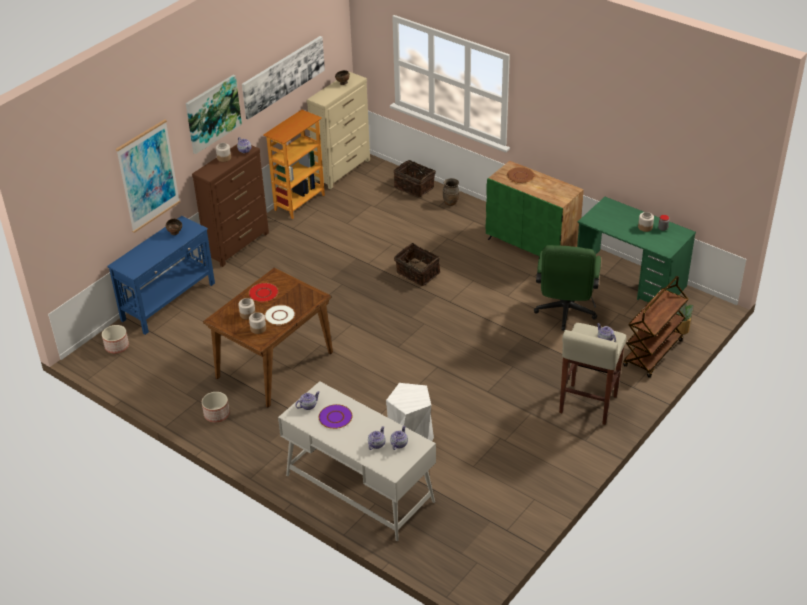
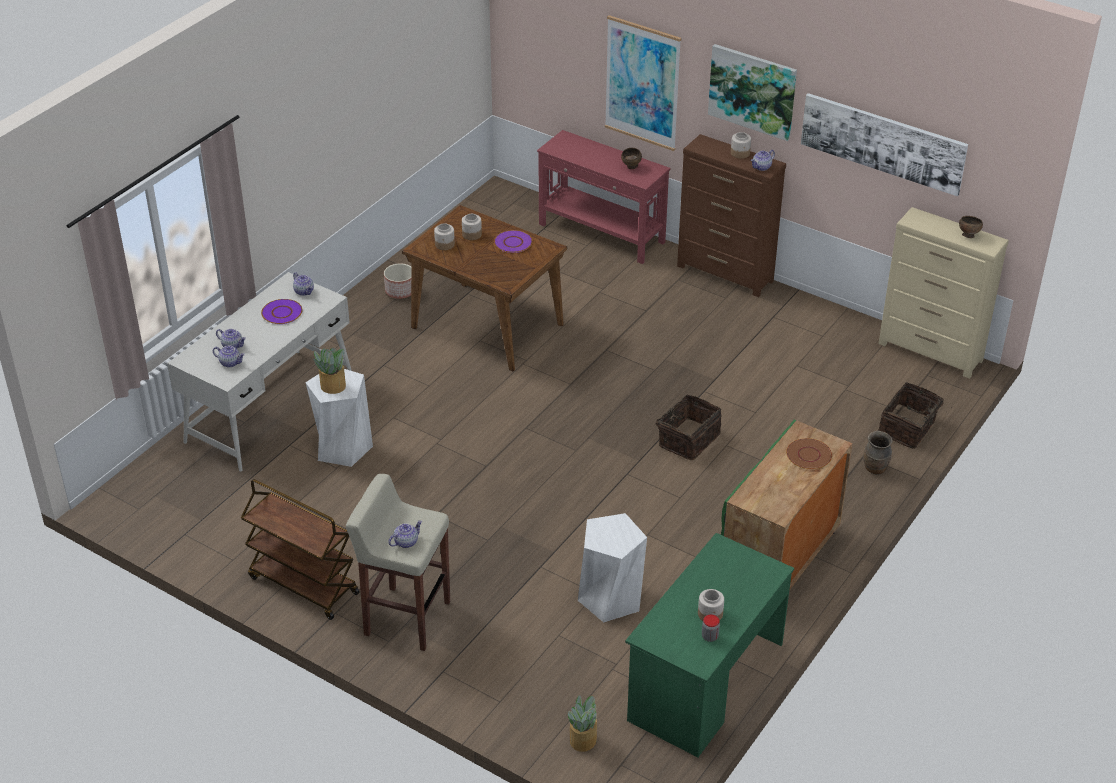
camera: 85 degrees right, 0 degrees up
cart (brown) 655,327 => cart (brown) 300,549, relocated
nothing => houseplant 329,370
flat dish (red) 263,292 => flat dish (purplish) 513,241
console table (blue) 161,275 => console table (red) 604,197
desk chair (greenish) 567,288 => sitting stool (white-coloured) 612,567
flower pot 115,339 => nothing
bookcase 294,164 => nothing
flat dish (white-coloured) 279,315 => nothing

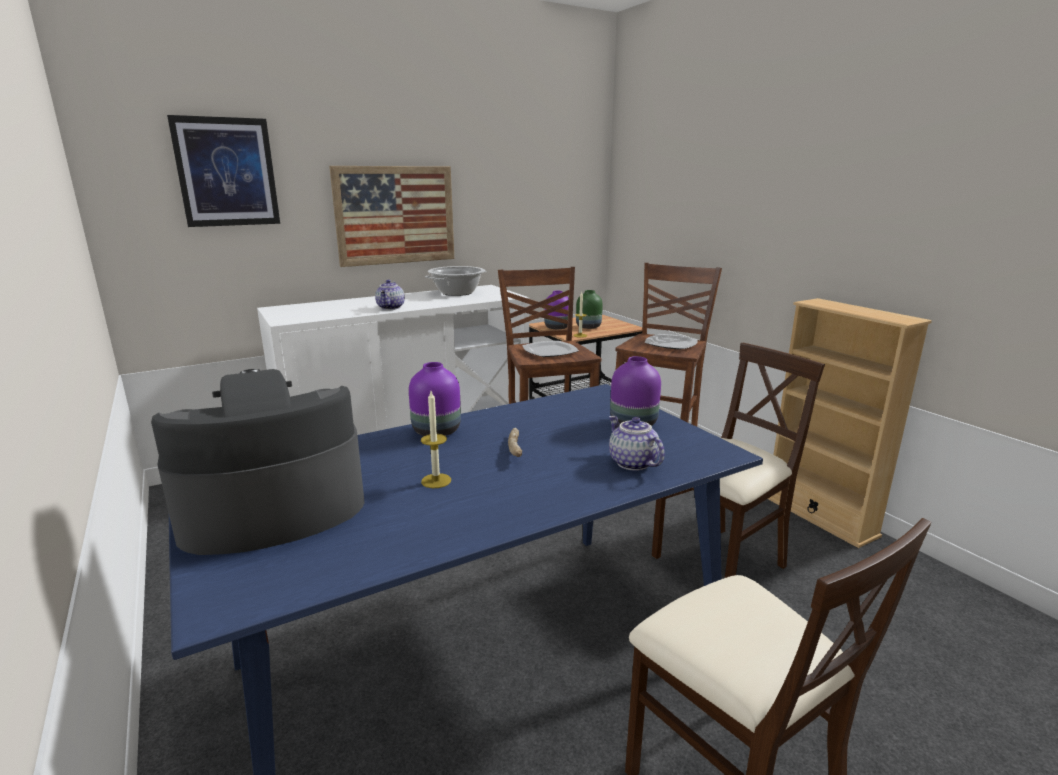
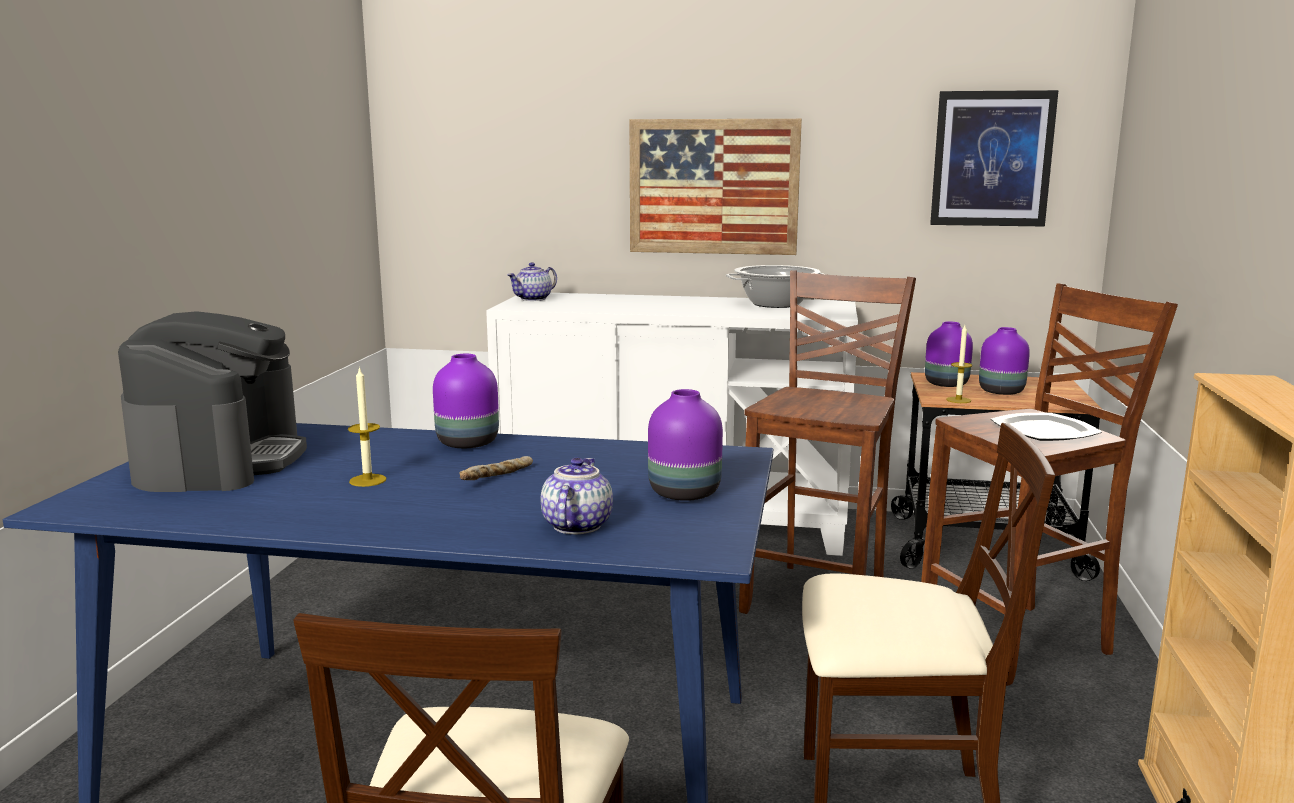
camera: 40 degrees right, 5 degrees down
coffee brewer 258,462 => coffee brewer 212,401, 75 degrees clockwise
pot for tea 390,295 => pot for tea 532,281, relocated
picture 223,171 => picture 994,158, relocated
flower vase (greenish) 589,309 => flower vase (purplish) 1004,361
flat dish 550,349 => nothing

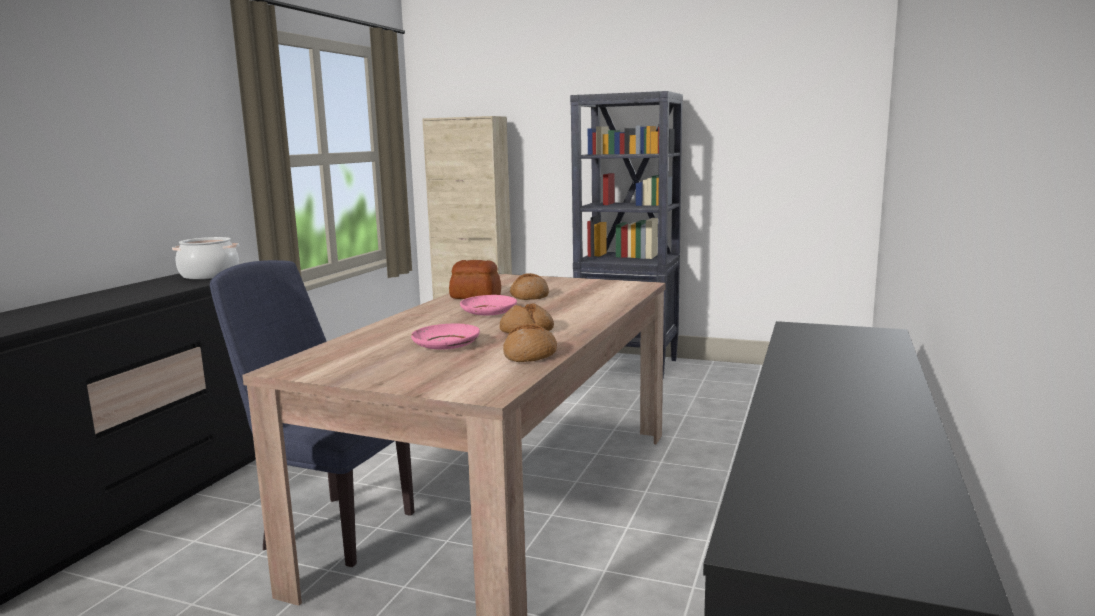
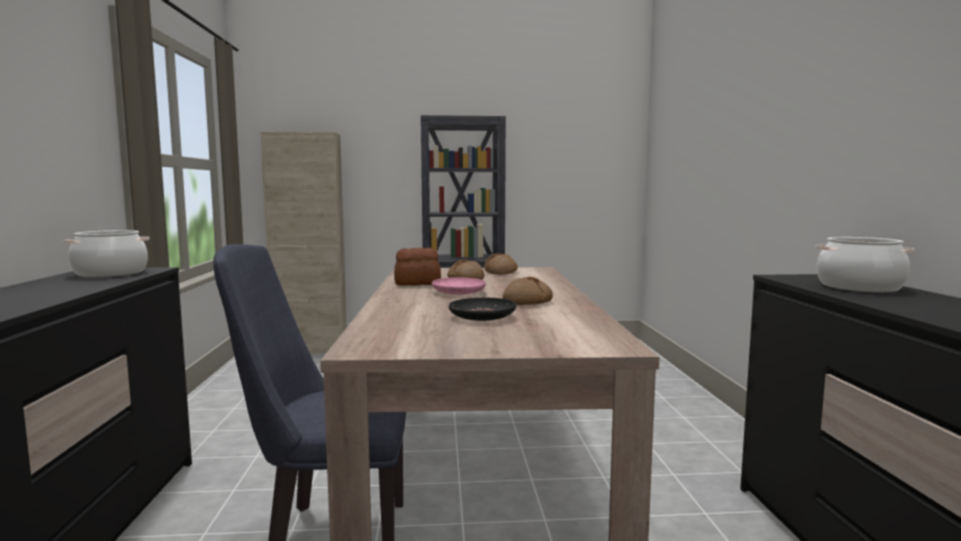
camera: 25 degrees left, 5 degrees down
flat dish (pink) 445,337 => flat dish (black) 482,309
baked bread 530,343 => baked bread 501,264, relocated
nothing => saucepot 864,264

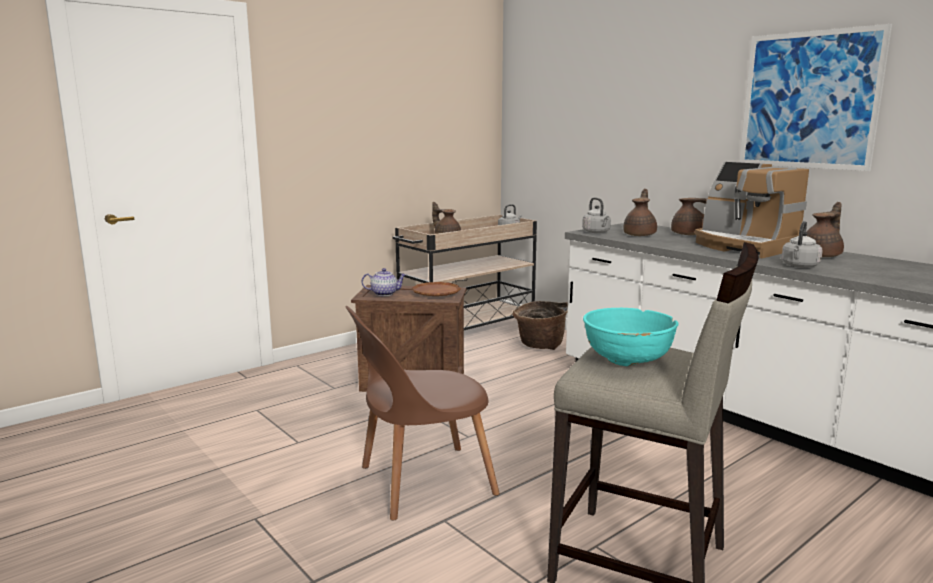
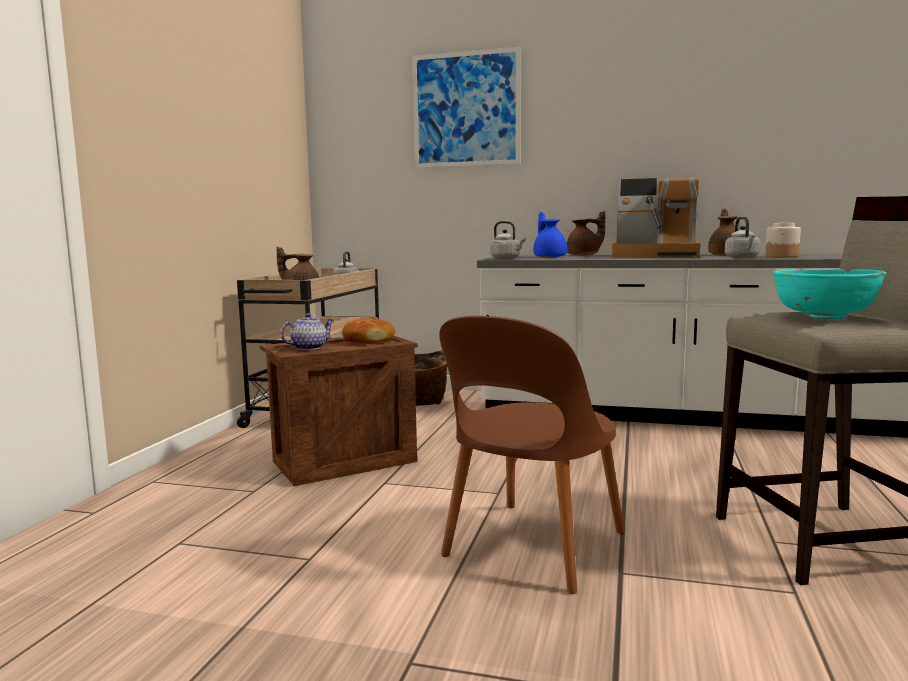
camera: 35 degrees left, 5 degrees down
flat dish (brown) 436,289 => baked bread 368,330
picture 816,97 => picture 466,107, relocated
pot for tea (brown) 640,212 => pot for tea (blue) 550,235
nothing => storage jar 783,240

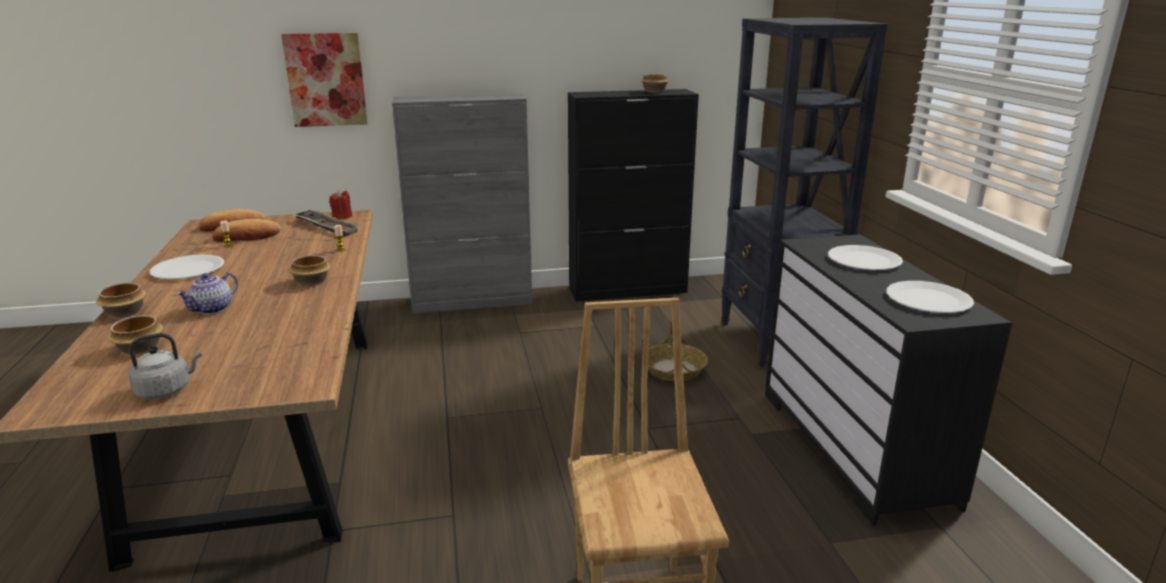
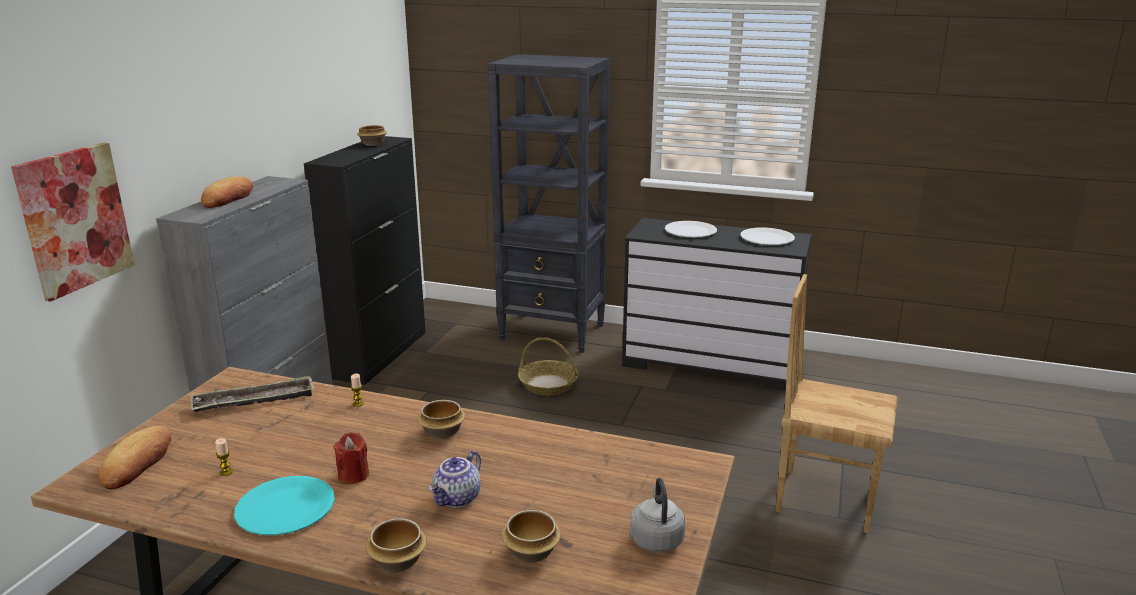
camera: 60 degrees left, 0 degrees up
baked bread 246,230 => baked bread 227,192, relocated
flat dish (white-coloured) 187,267 => flat dish (blue-green) 284,505
wax light (red) 340,205 => wax light (red) 351,458, relocated
pot for tea 207,293 => pot for tea 455,479, 60 degrees clockwise

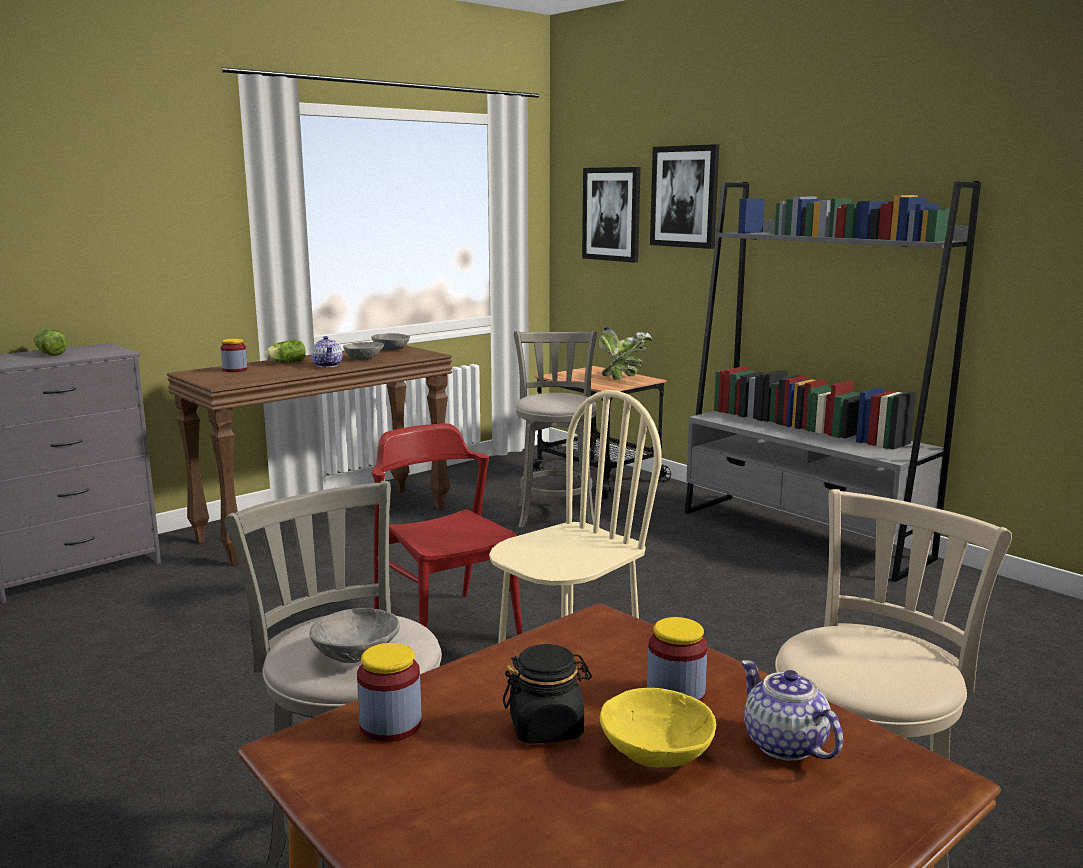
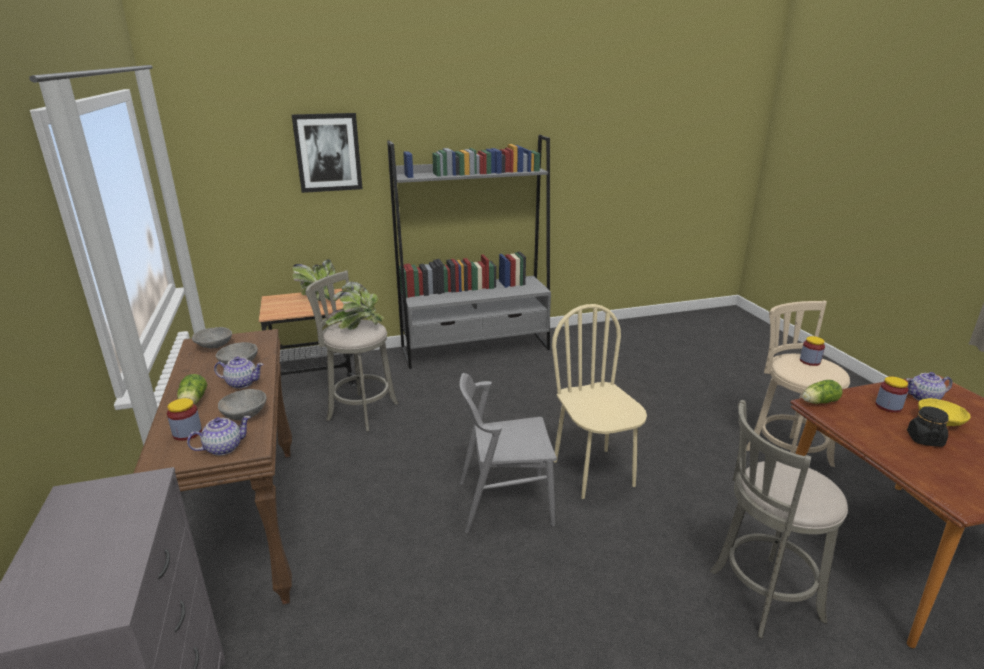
camera: 65 degrees left, 10 degrees up
nothing => pot for tea 219,436
serving bowl (greyish) 355,635 => serving bowl (greyish) 242,404, relocated
nothing => houseplant 354,305
chair (red) 446,529 => chair (greyish) 508,453
storage jar 389,692 => storage jar 812,351, relocated
head of lettuce 51,342 => head of lettuce 822,392, relocated
picture 611,215 => nothing

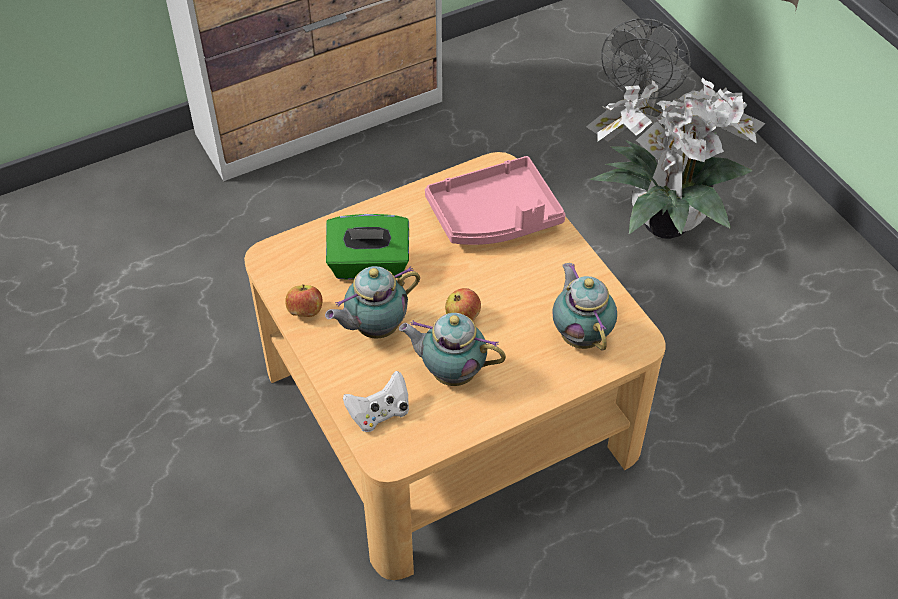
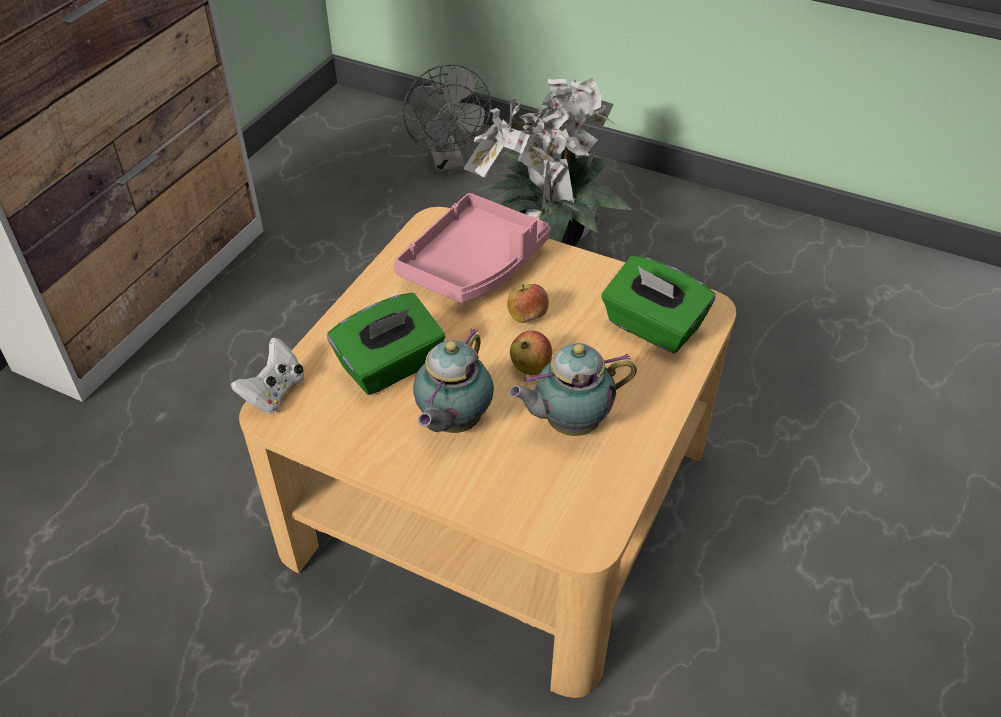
camera: 35 degrees left, 5 degrees down
game controller (white-coloured) 376,401 => game controller (white-coloured) 267,375, relocated
apple 304,300 => apple 528,303, relocated
pot for tea 584,307 => tissue box (greenish) 658,304

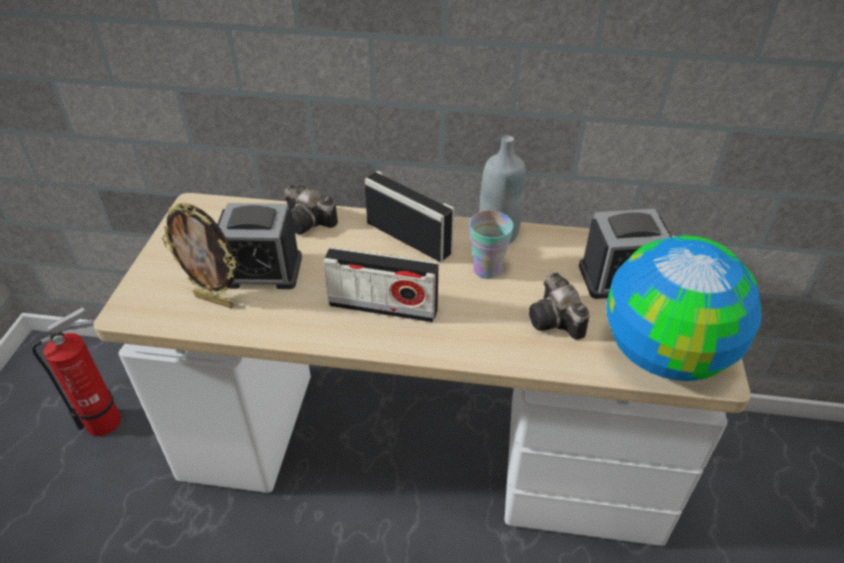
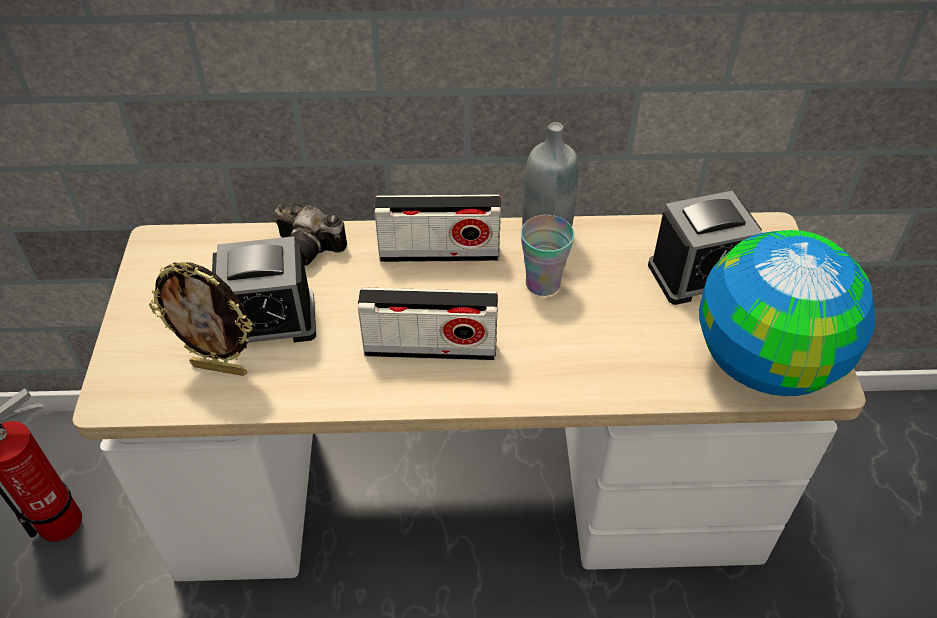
camera: 10 degrees left, 5 degrees up
radio 409,216 => radio 437,228, 150 degrees clockwise
still camera 559,306 => nothing

